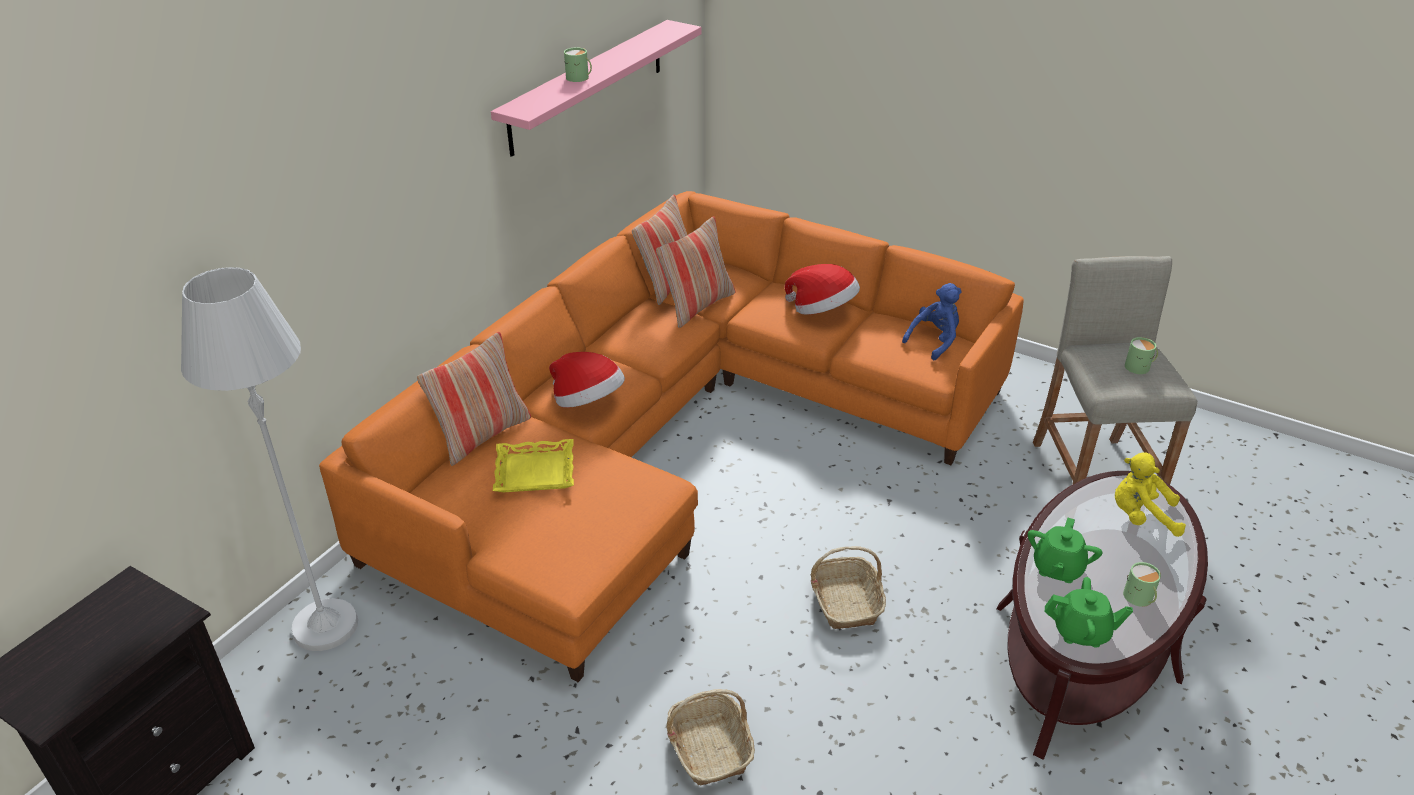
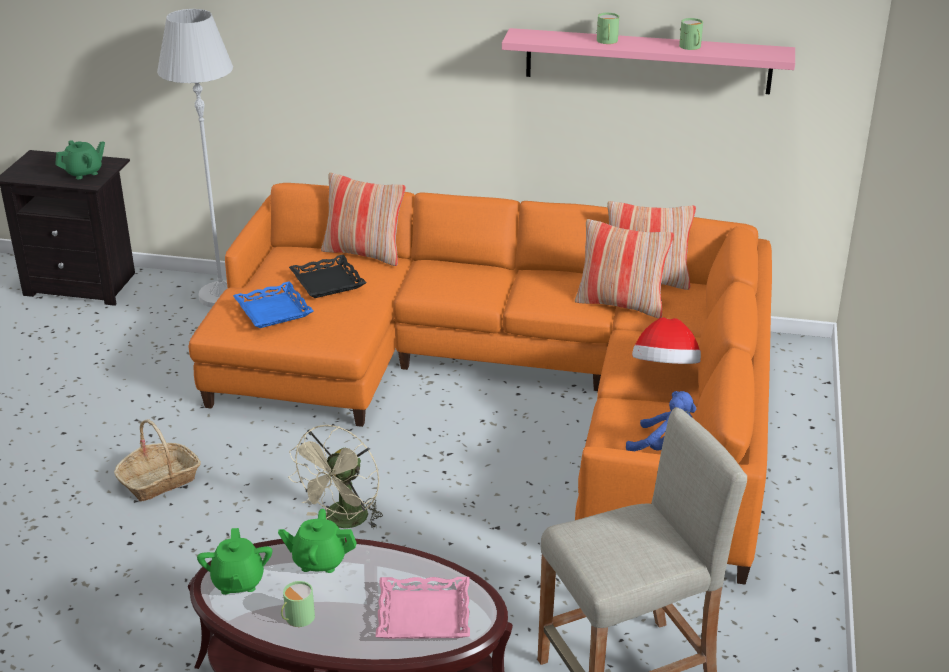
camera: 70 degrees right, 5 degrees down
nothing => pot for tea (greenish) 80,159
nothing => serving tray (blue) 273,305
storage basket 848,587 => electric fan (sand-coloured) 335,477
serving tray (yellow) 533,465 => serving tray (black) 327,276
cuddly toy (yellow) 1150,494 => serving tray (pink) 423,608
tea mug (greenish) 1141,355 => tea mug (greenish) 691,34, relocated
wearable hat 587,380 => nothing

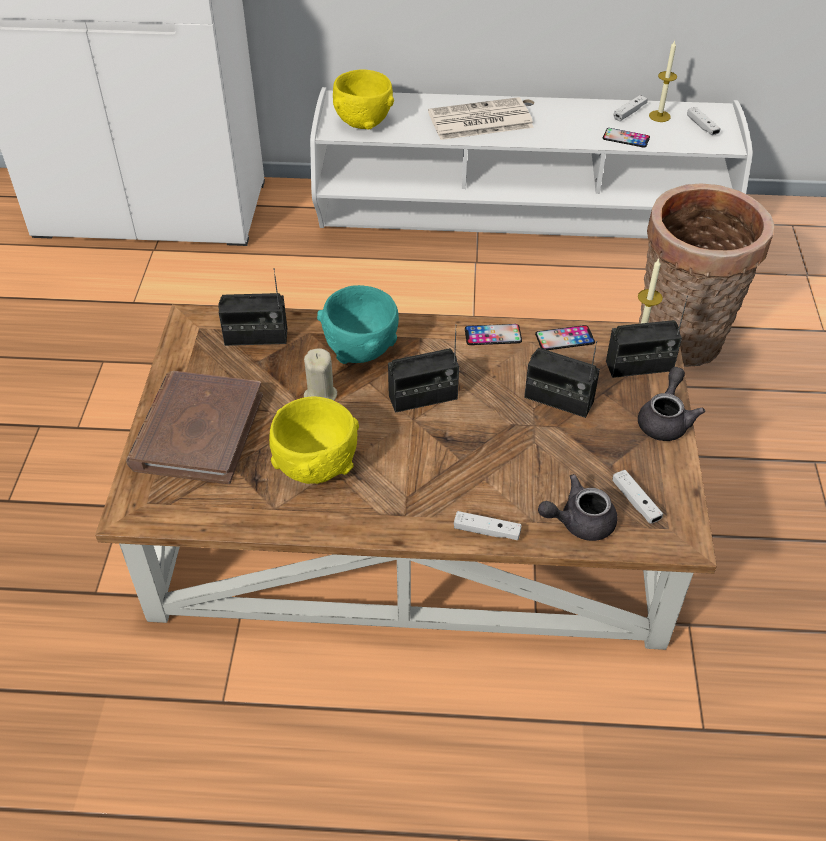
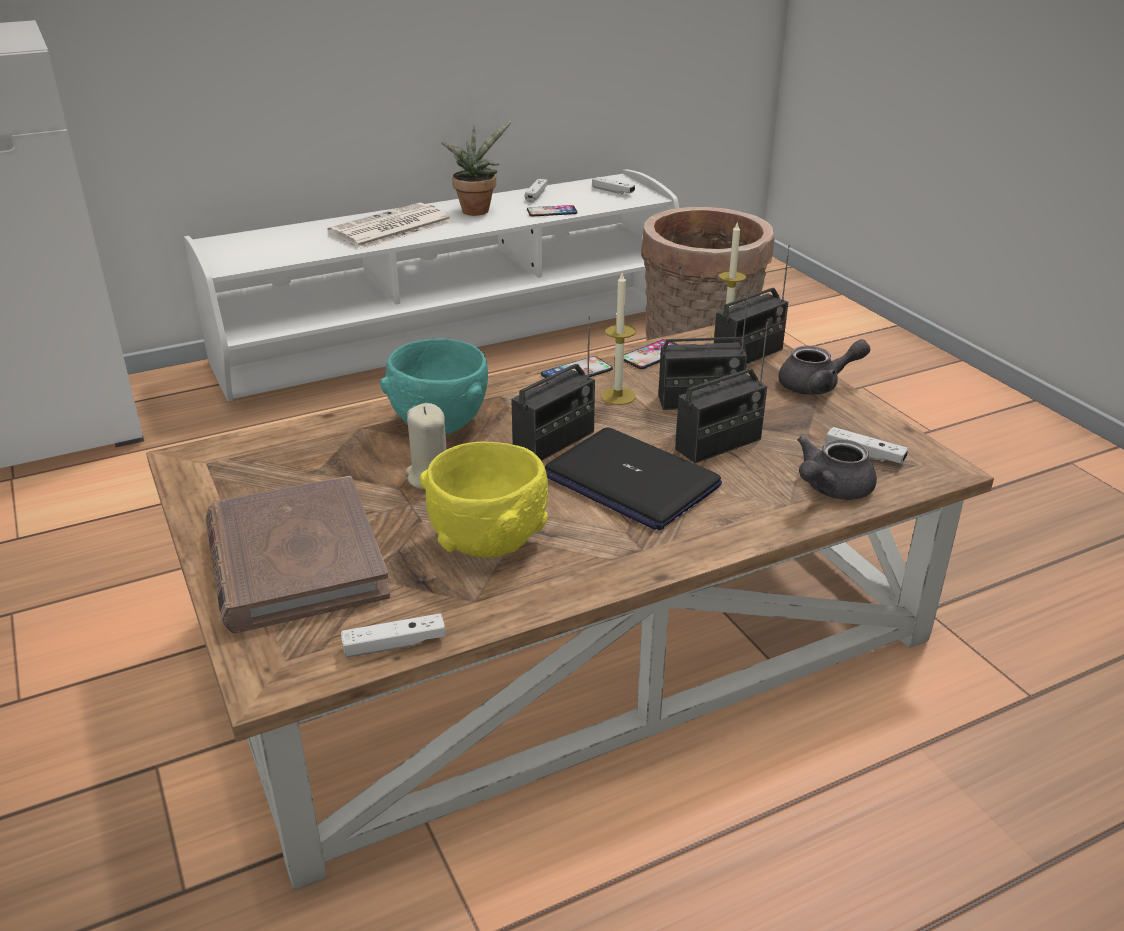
camera: 30 degrees left, 15 degrees down
game controller (white-coloured) 488,525 => game controller (white-coloured) 393,635, relocated
nothing => houseplant 476,168
nothing => portable computer 633,478
wax light 663,81 => wax light 618,339, relocated
radio 252,307 => radio 721,392, relocated
pot for tea (greyish) 671,404 => pot for tea (greyish) 824,367, 90 degrees clockwise
serving bowl (yellow) 363,99 => nothing

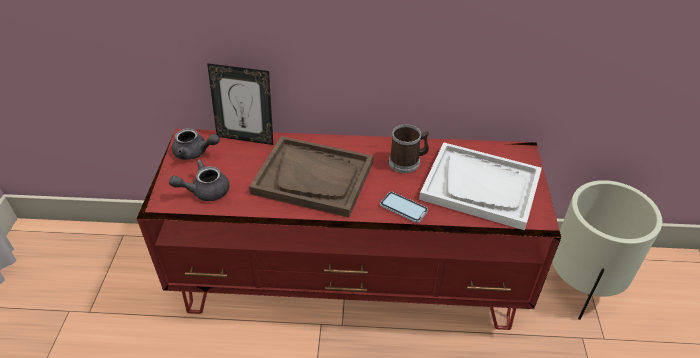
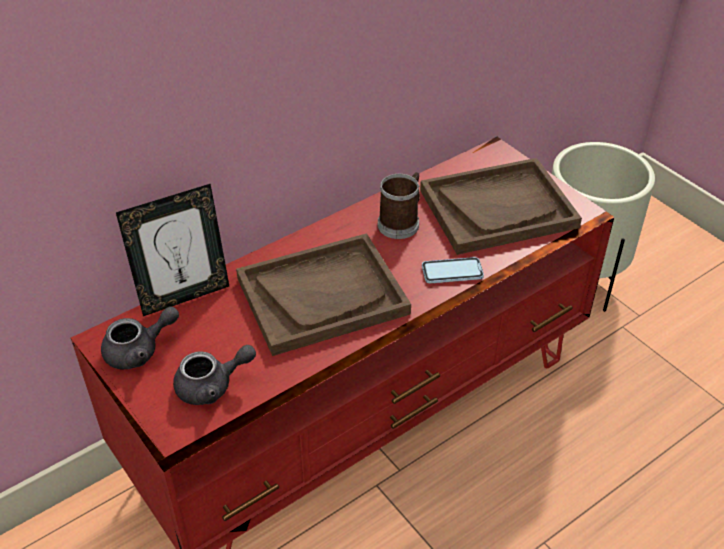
camera: 40 degrees left, 0 degrees up
pot for tea (greyish) 199,180 => pot for tea (greyish) 214,375, 135 degrees counterclockwise
serving tray (white-coloured) 480,186 => serving tray (brown) 501,206

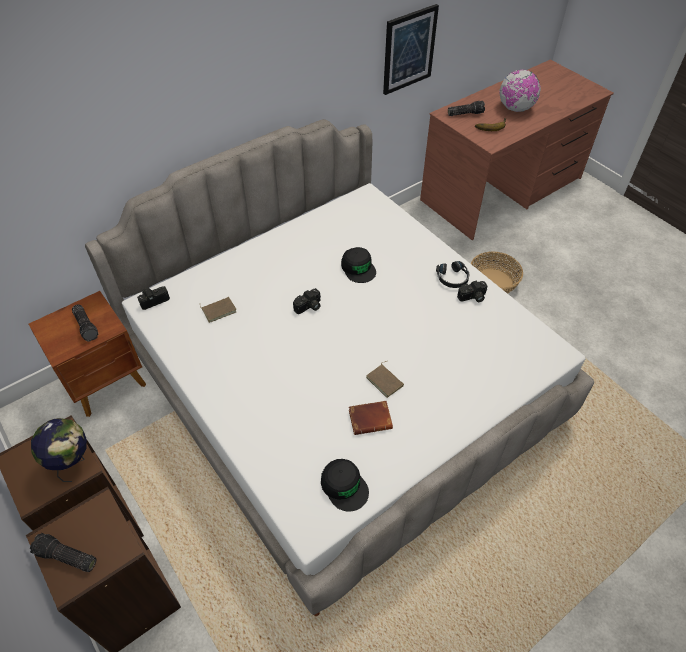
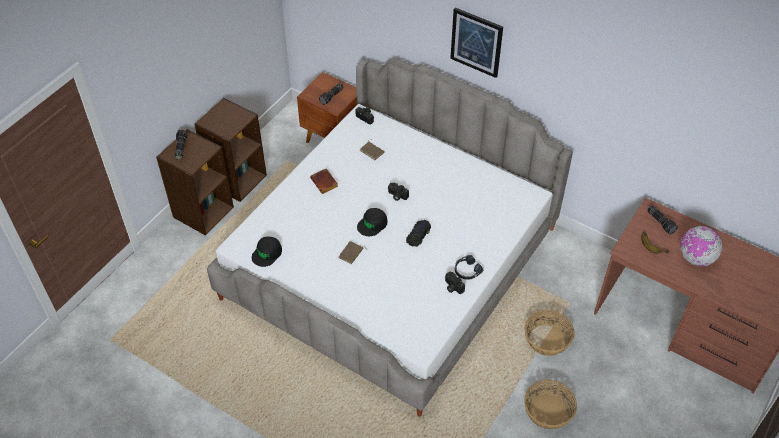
camera: 70 degrees right, 0 degrees up
book (brown) 371,418 => book (brown) 324,181, relocated
peaked cap (black) 358,265 => peaked cap (black) 372,222, relocated
nothing => model car (black) 418,233
picture 411,49 => picture 476,43, relocated
nothing => storage basket 550,404
desk globe 59,450 => nothing

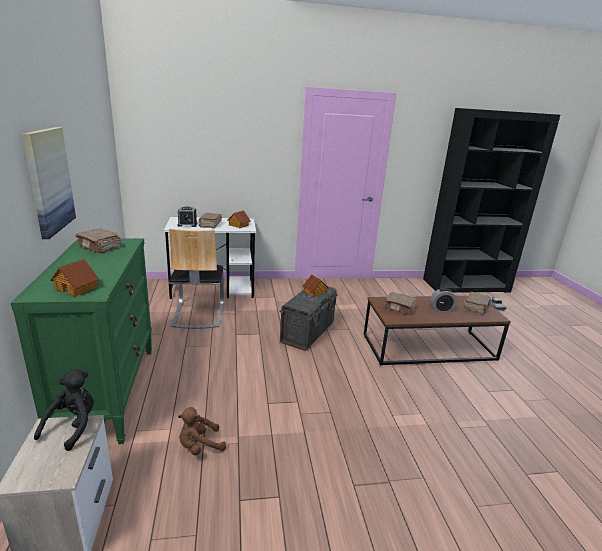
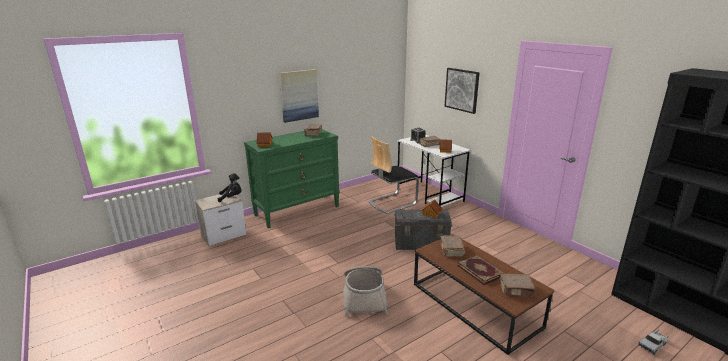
camera: 65 degrees right, 0 degrees up
nothing => storage basket 365,291
nothing => picture 462,91
table clock 443,300 => book 480,270
cuddly toy (brown) 202,431 => nothing

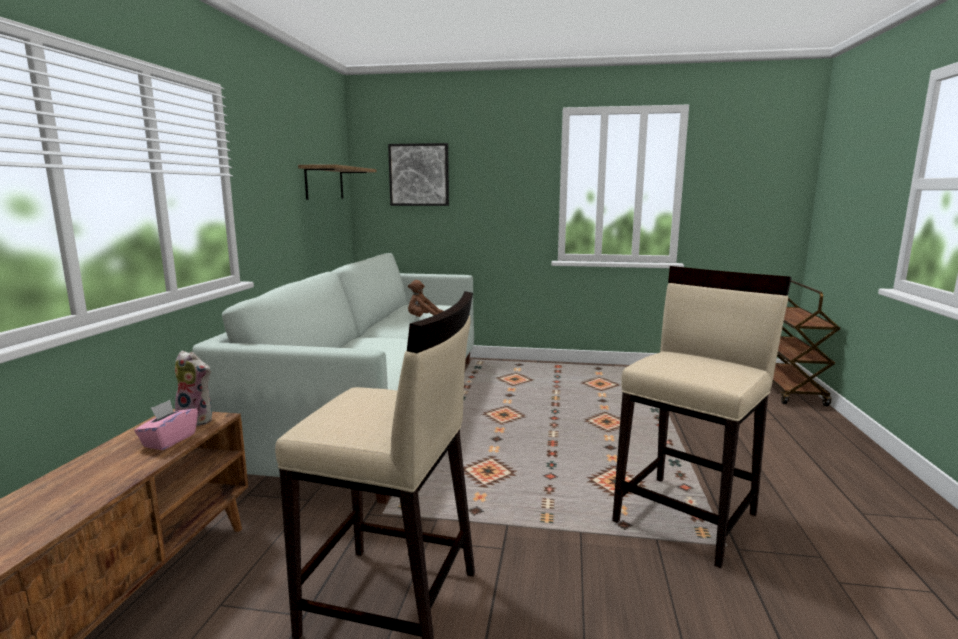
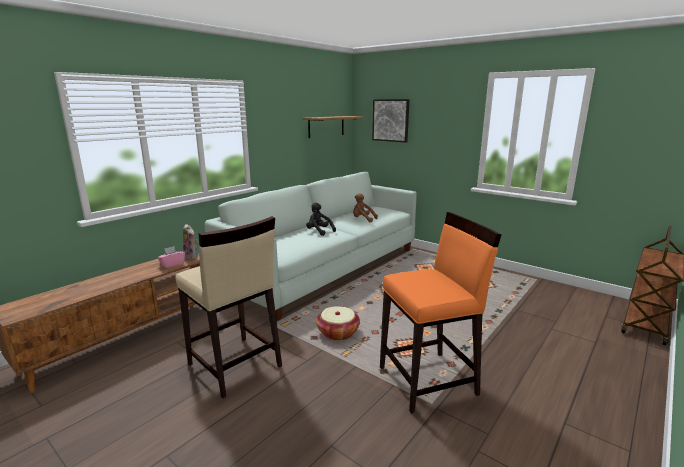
camera: 30 degrees right, 5 degrees up
nothing => cuddly toy (black) 321,219
nothing => storage basket 338,323
sitting stool (sand-coloured) 702,417 => sitting stool (orange-coloured) 441,313

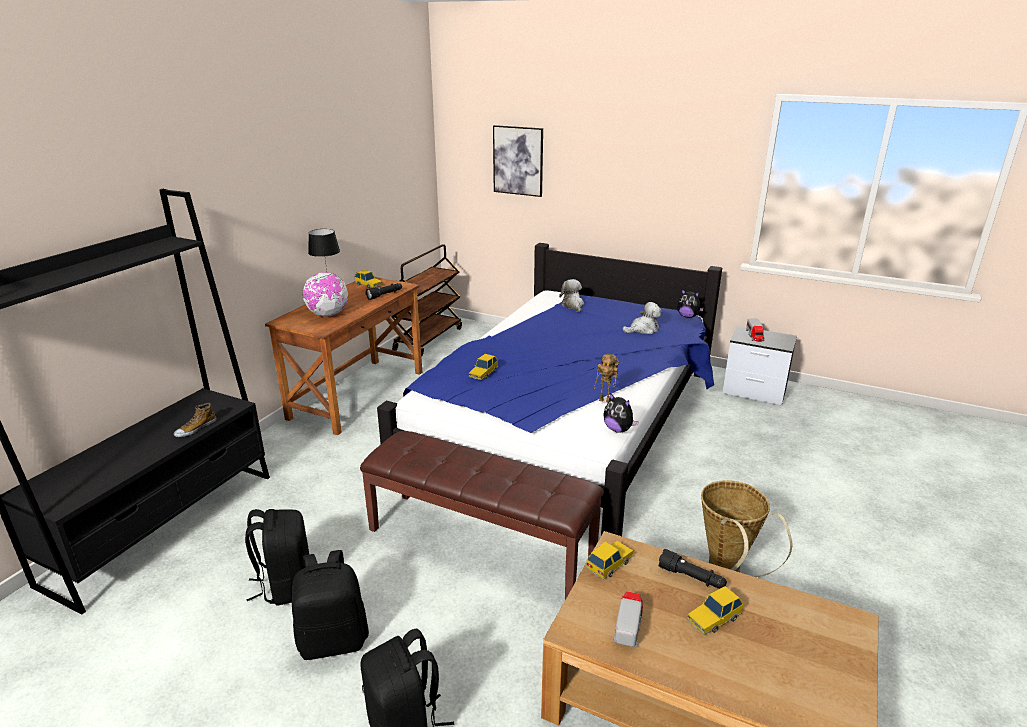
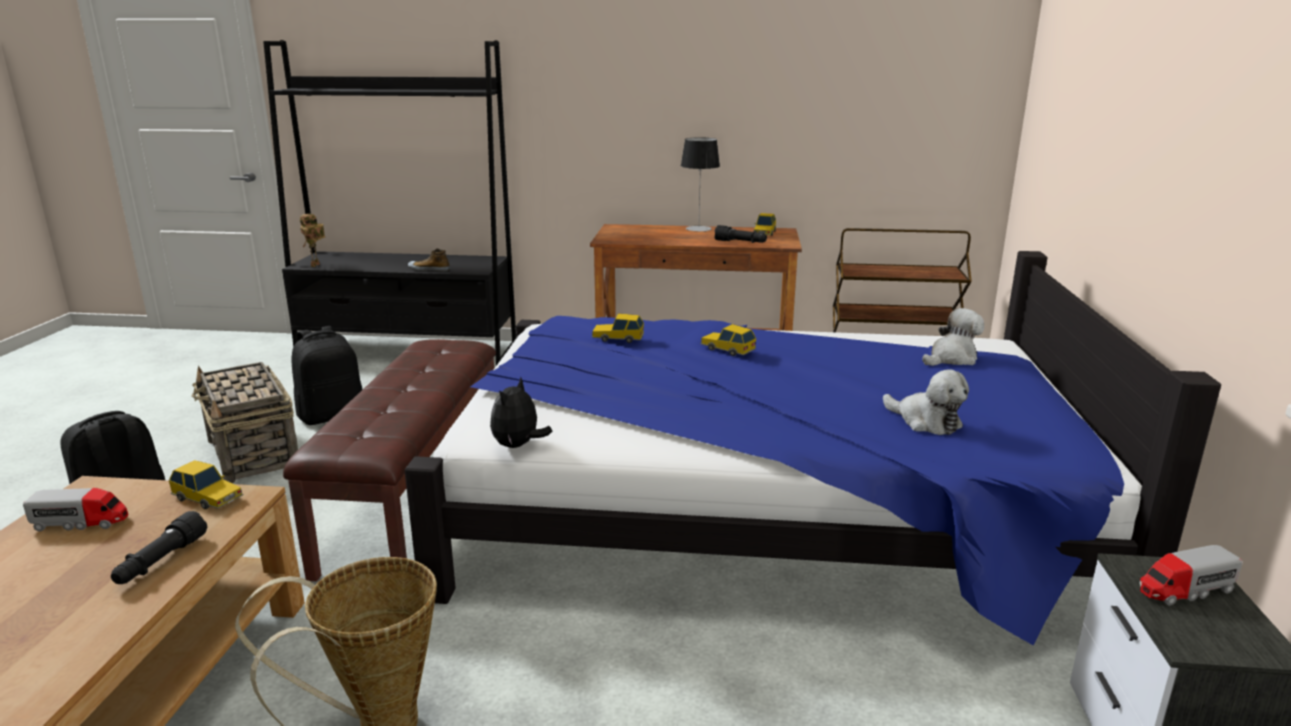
camera: 70 degrees right, 5 degrees down
rucksack (black) 330,605 => storage basket 245,422
model robot 606,378 => model robot 312,240, relocated
model car 715,610 => model car 728,340, relocated
desk globe 325,294 => nothing
picture 518,161 => nothing
cuddly toy 690,303 => nothing

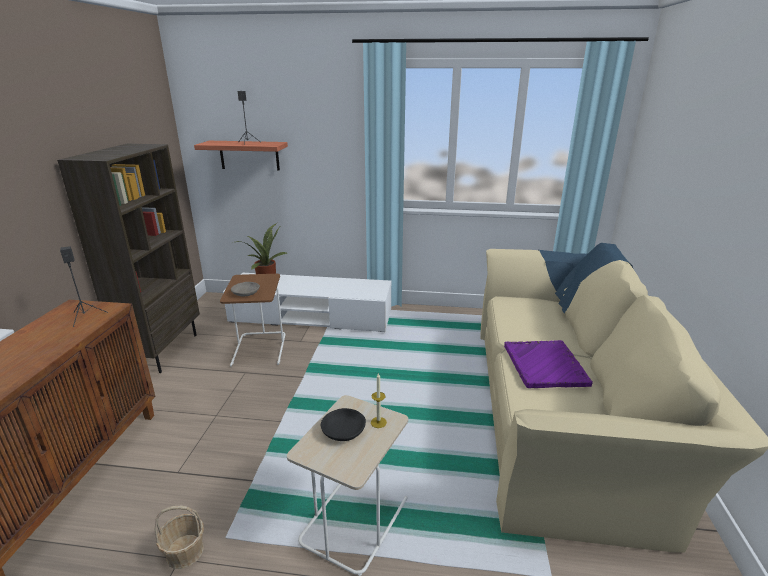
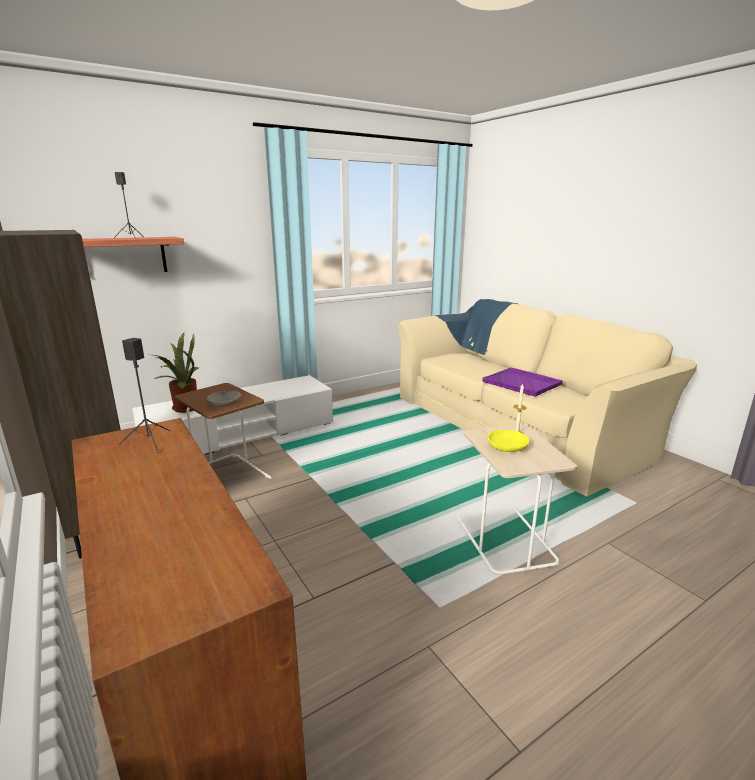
camera: 40 degrees left, 5 degrees down
serving bowl (black) 343,424 => serving bowl (yellow) 508,441
storage basket 179,537 => nothing

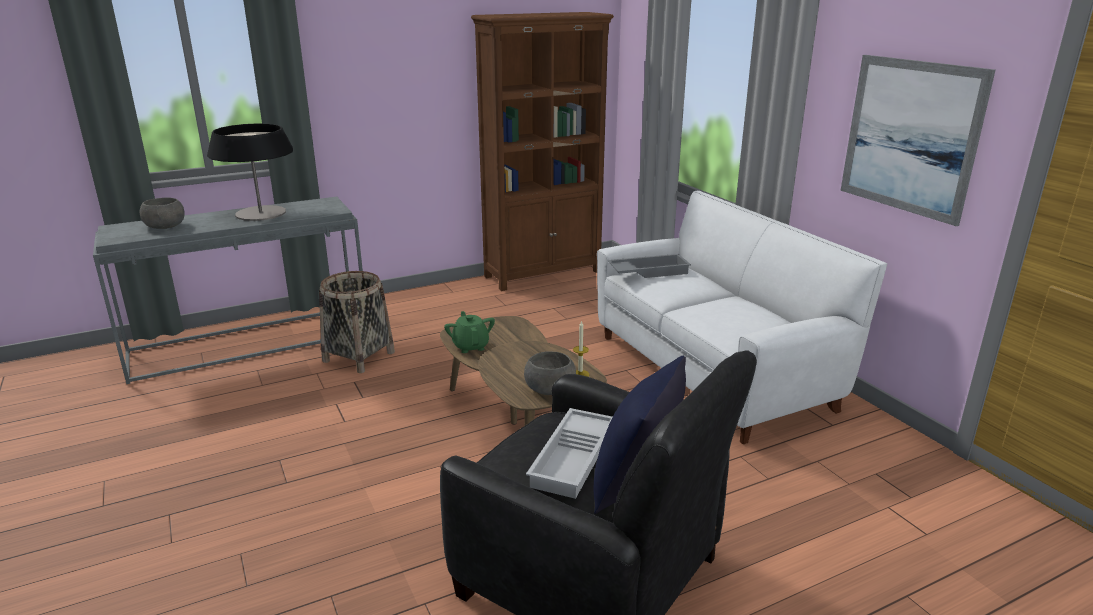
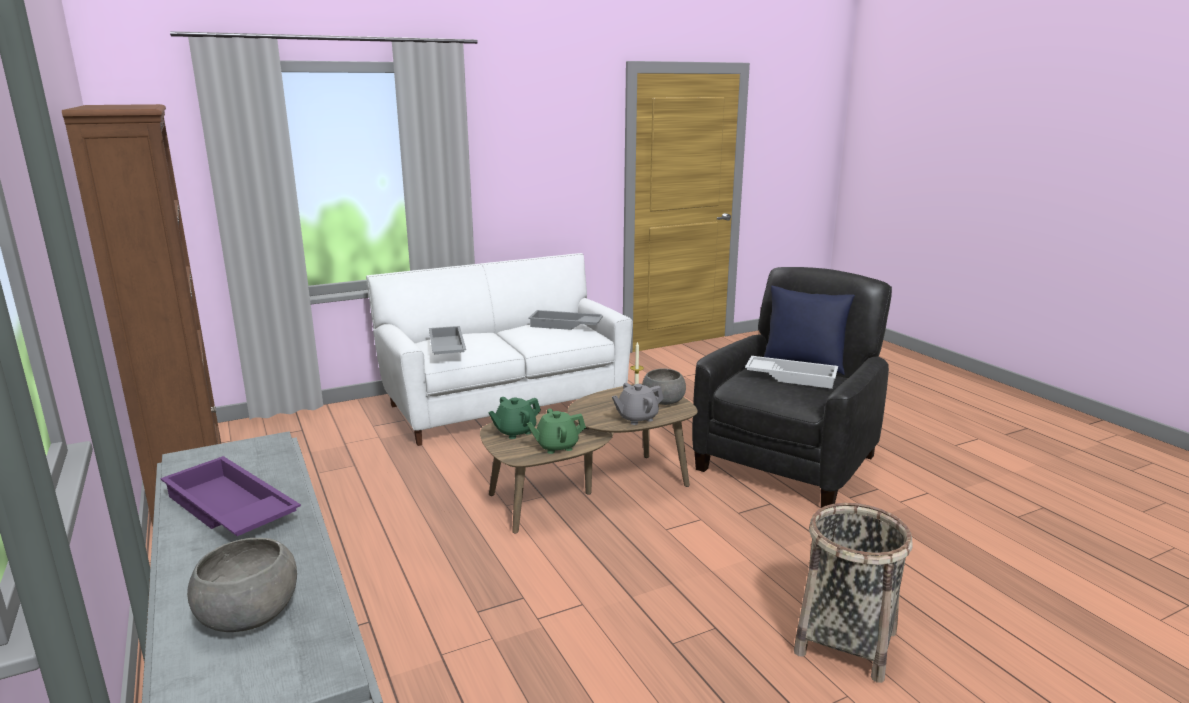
camera: 90 degrees left, 5 degrees down
tabletop lamp 250,172 => serving tray (purplish) 230,496
nothing => pot for tea (greenish) 514,418
nothing => serving tray (greyish) 565,320
nothing => pot for tea (greyish) 638,404
storage basket 357,322 => storage basket 853,593, relocated
picture 918,140 => nothing

